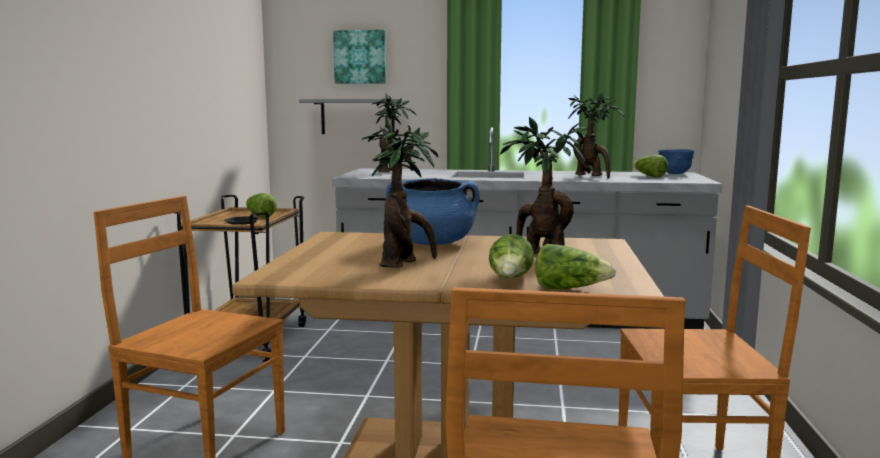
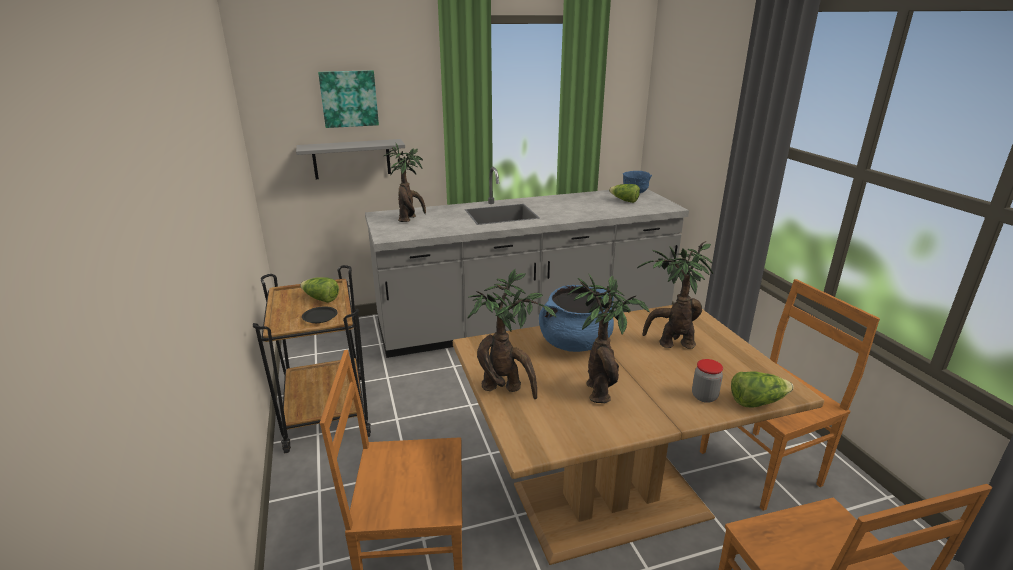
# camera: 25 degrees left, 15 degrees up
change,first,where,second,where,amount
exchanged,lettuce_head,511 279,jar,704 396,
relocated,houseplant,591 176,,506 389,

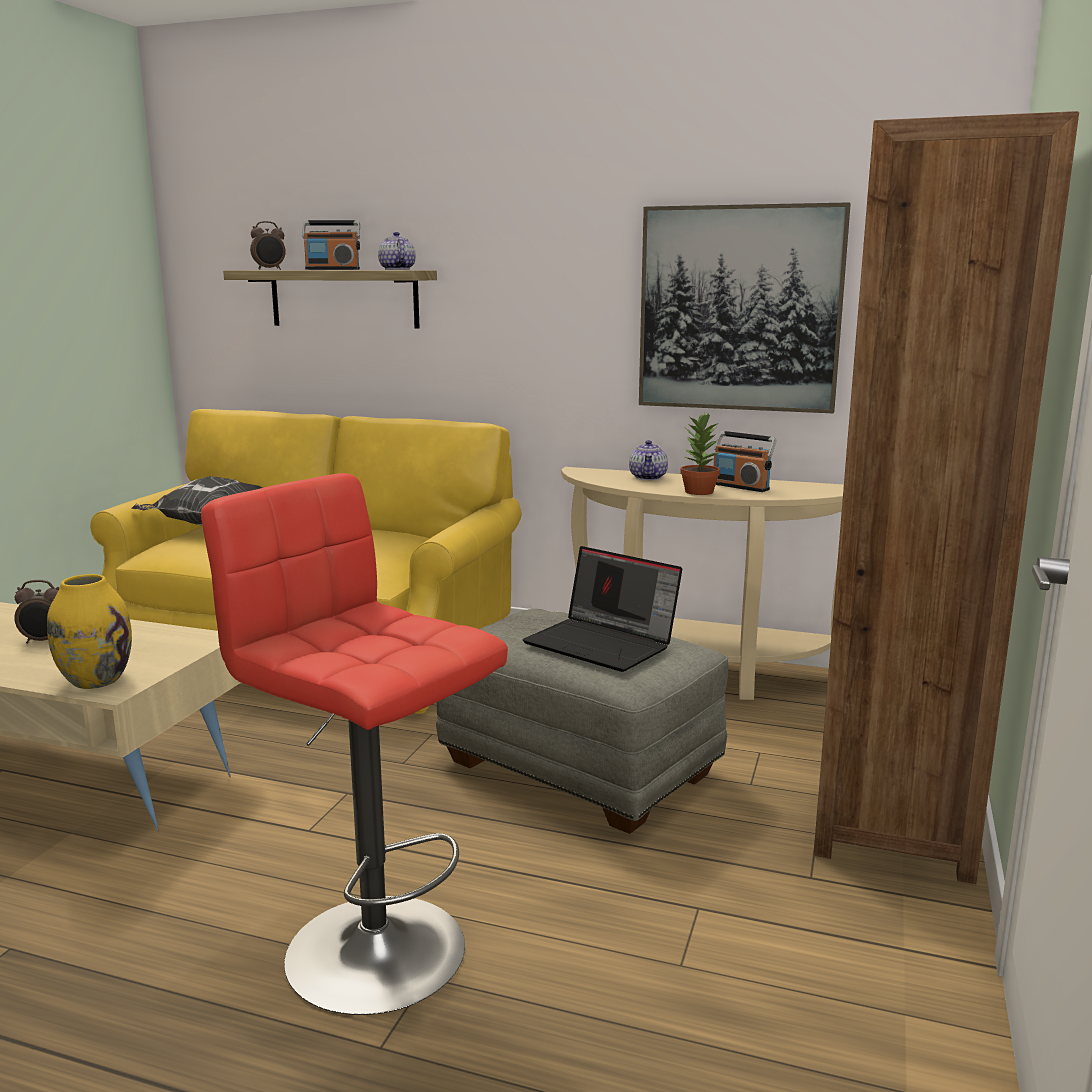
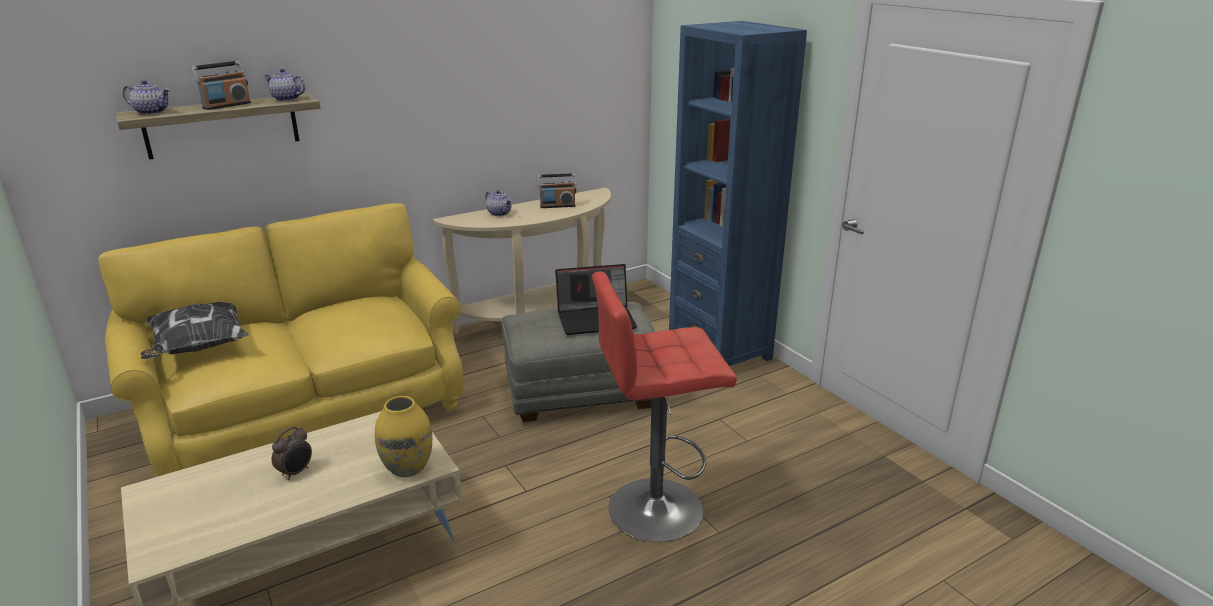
# camera: 50 degrees left, 10 degrees up
change,first,where,second,where,amount
exchanged,table_clock,269 269,tea_pot,152 112,
missing,wall_art,739 309,,,
missing,houseplant,698 492,,,
colour,brown-coloured_bookcase,893 823,bluish_bookcase,719 351,

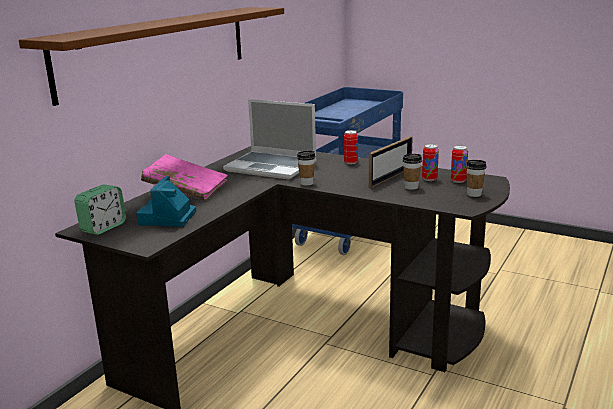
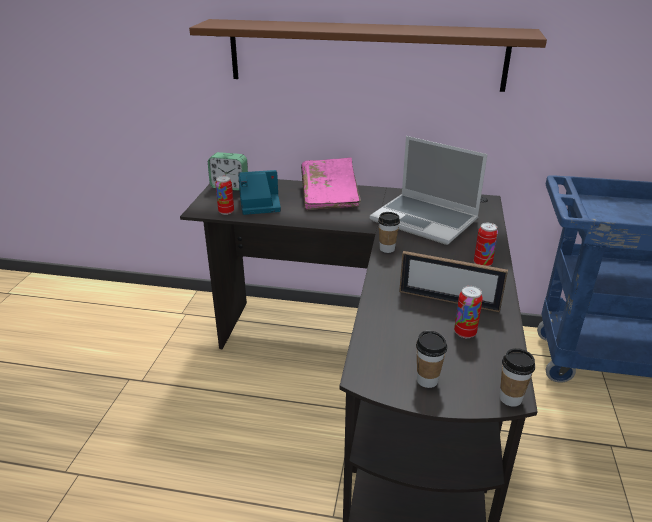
# camera: 70 degrees right, 10 degrees up
change,first,where,second,where,amount
spun,notebook_computer,272 167,,425 220,60 degrees counterclockwise
relocated,drinking_cup,411 187,,510 398,
relocated,can,458 181,,226 212,

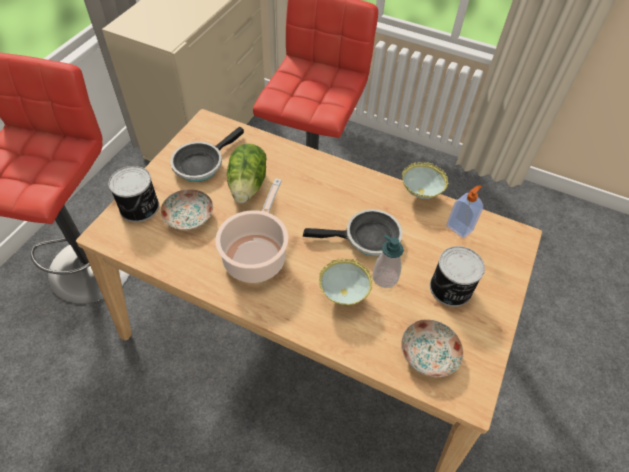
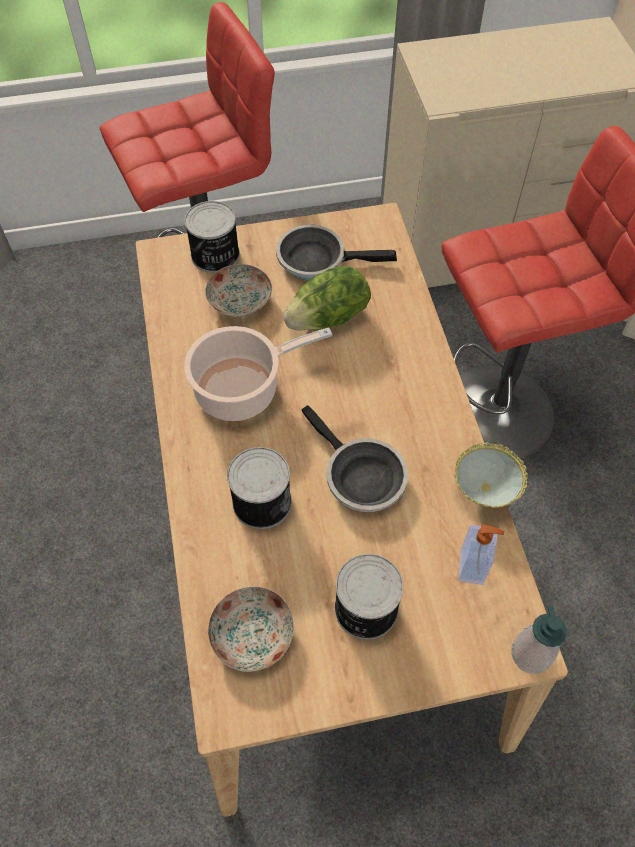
# camera: 55 degrees right, 5 degrees up
change,first,where,second,where,amount
exchanged,bowl,343 295,can,260 501,
relocated,soap_bottle,385 277,,531 654,

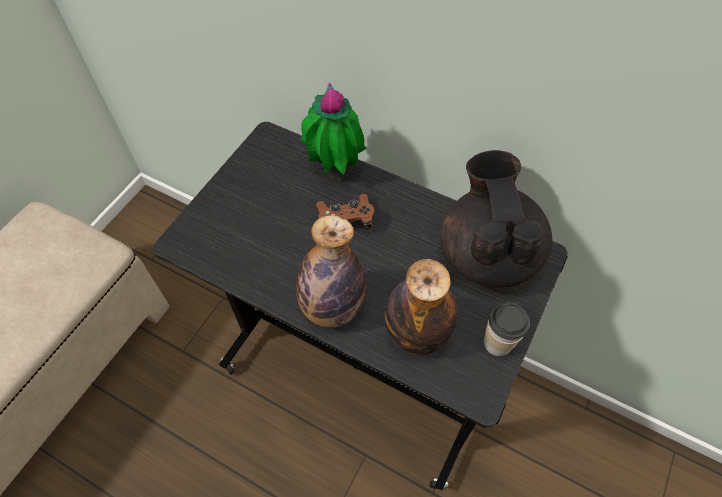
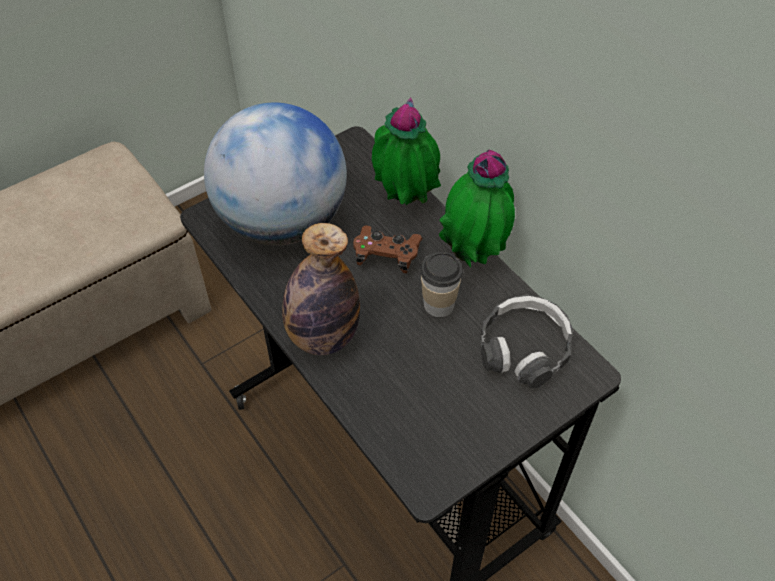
# camera: 25 degrees right, 5 degrees down
change,first,where,second,where,amount
missing,bottle,417 333,,,
exchanged,black_tea_pot,488 253,headphones,524 347,
relocated,drinking_cup,497 343,,438 305,
appeared,,,desk_globe,282 222,
appeared,,,houseplant,474 256,

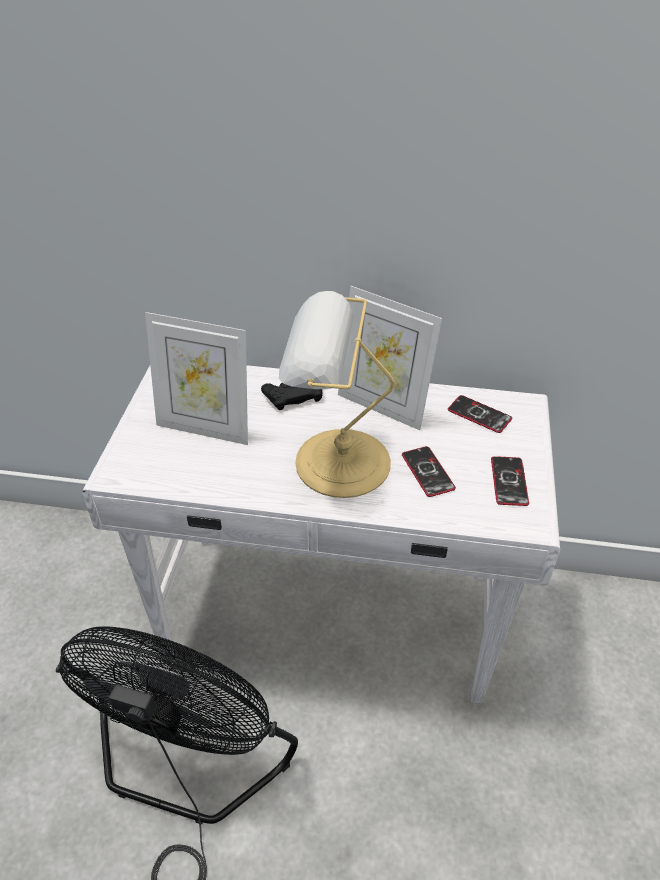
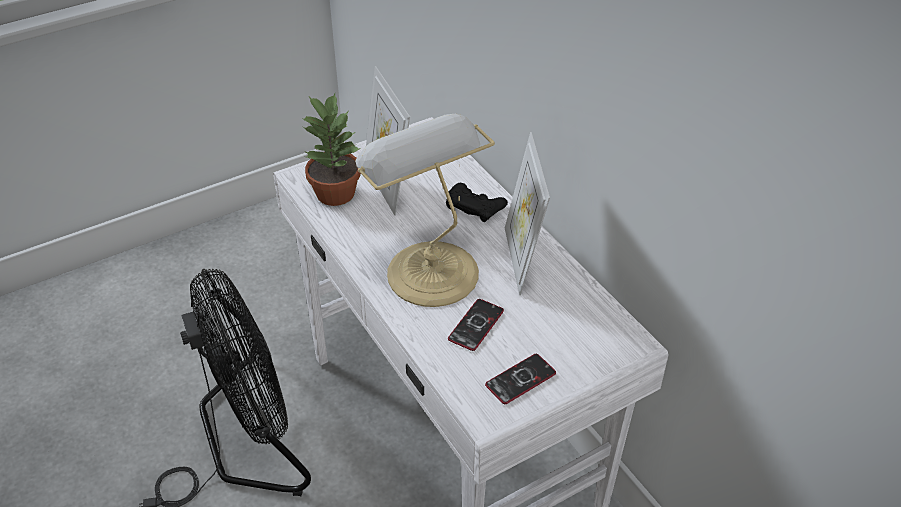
# camera: 50 degrees right, 0 degrees up
change,first,where,second,where,amount
missing,phone,479 415,,,
appeared,,,houseplant,335 192,

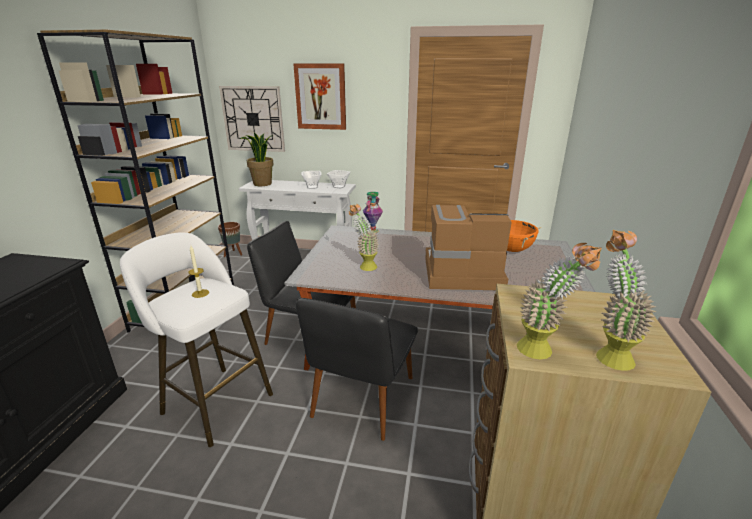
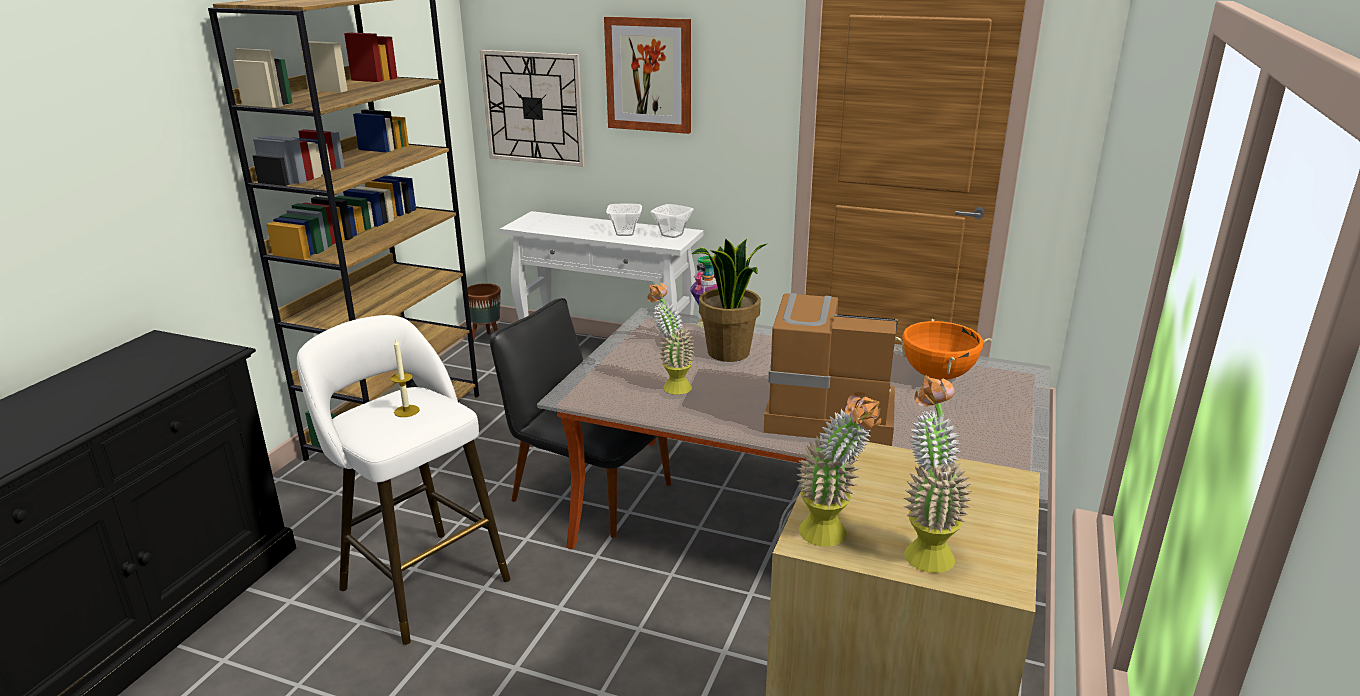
# camera: 10 degrees right, 0 degrees up
change,first,where,second,where,amount
relocated,houseplant,262 184,,729 353,
missing,black_chair,363 396,,,

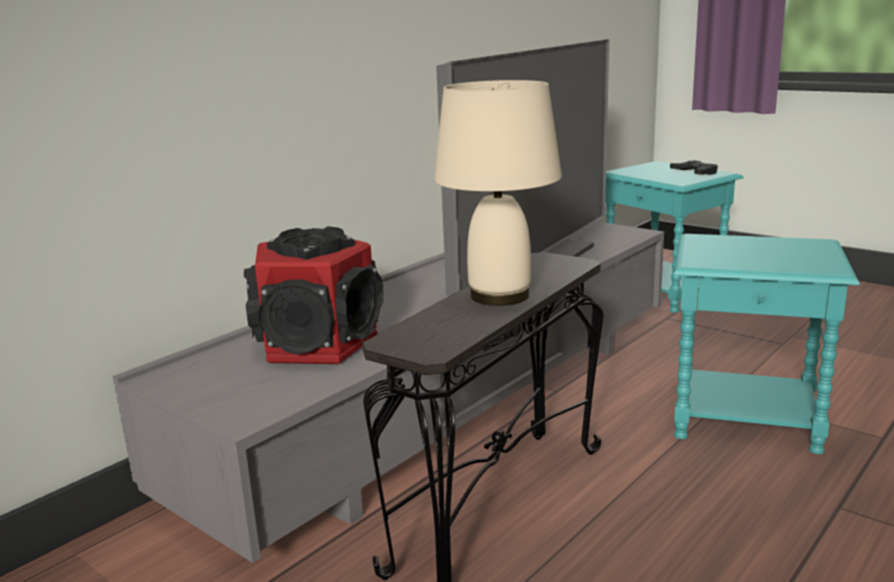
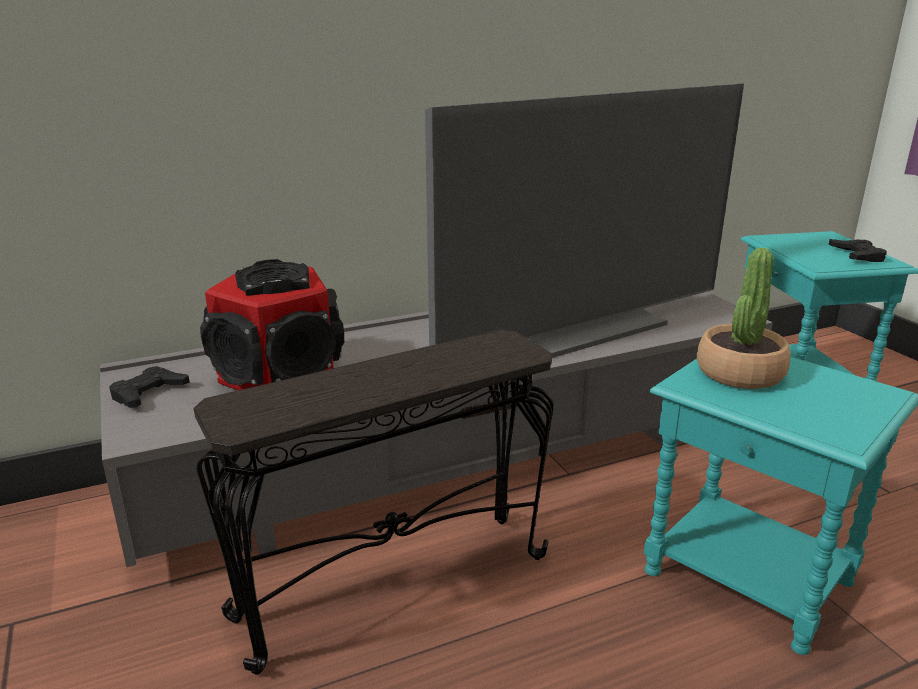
# camera: 25 degrees right, 5 degrees up
change,first,where,second,where,amount
missing,sand-coloured_tabletop_lamp,499 295,,,
appeared,,,black_joypad,148 393,
appeared,,,houseplant,739 373,

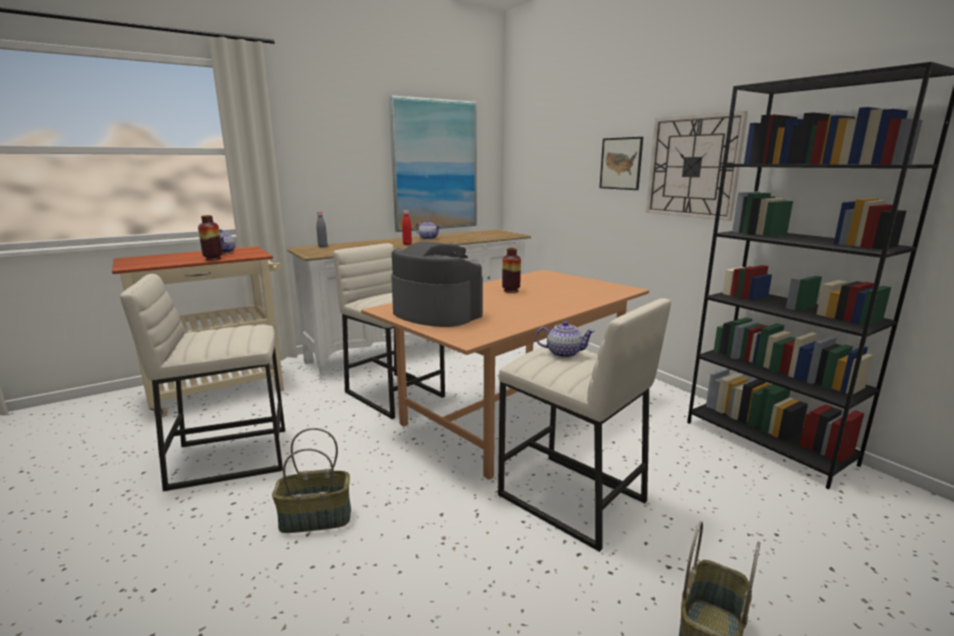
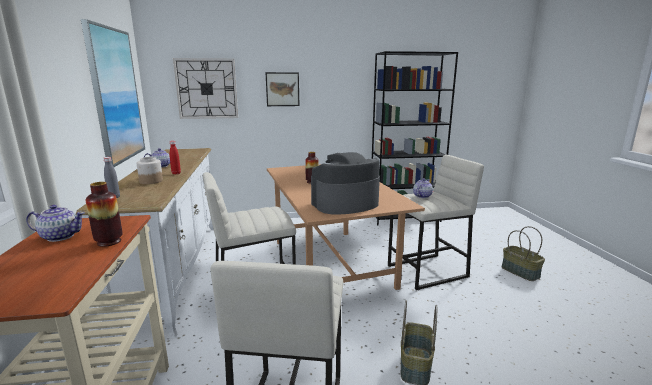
# camera: 65 degrees left, 0 degrees up
change,first,where,second,where,amount
relocated,clock_on_the_wall,693 167,,207 89,
appeared,,,jar,151 181,

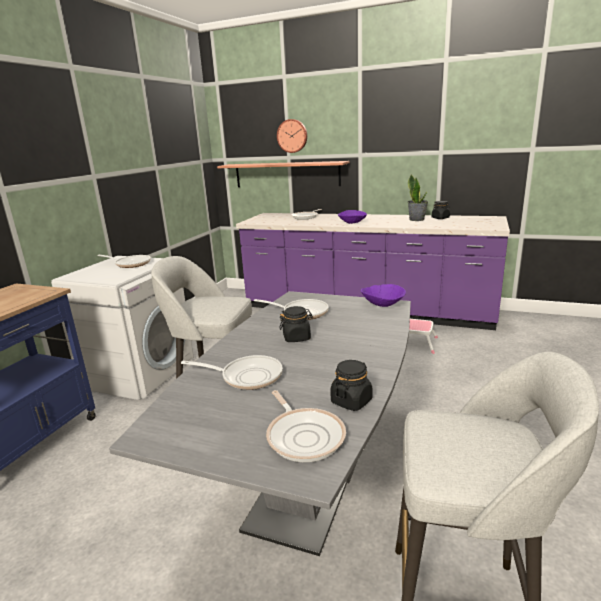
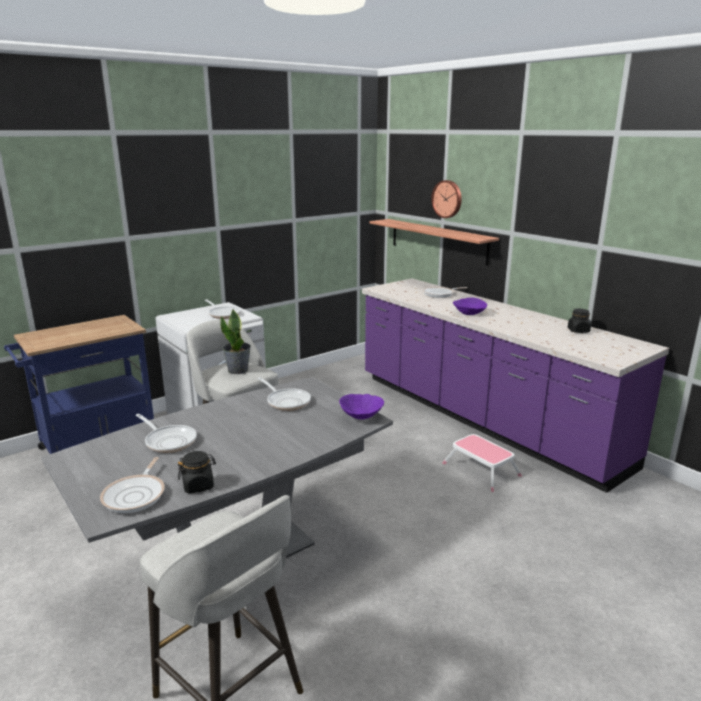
# camera: 30 degrees right, 0 degrees up
change,first,where,second,where,amount
missing,black_jar,297 337,,,
relocated,houseplant,417 219,,238 370,

